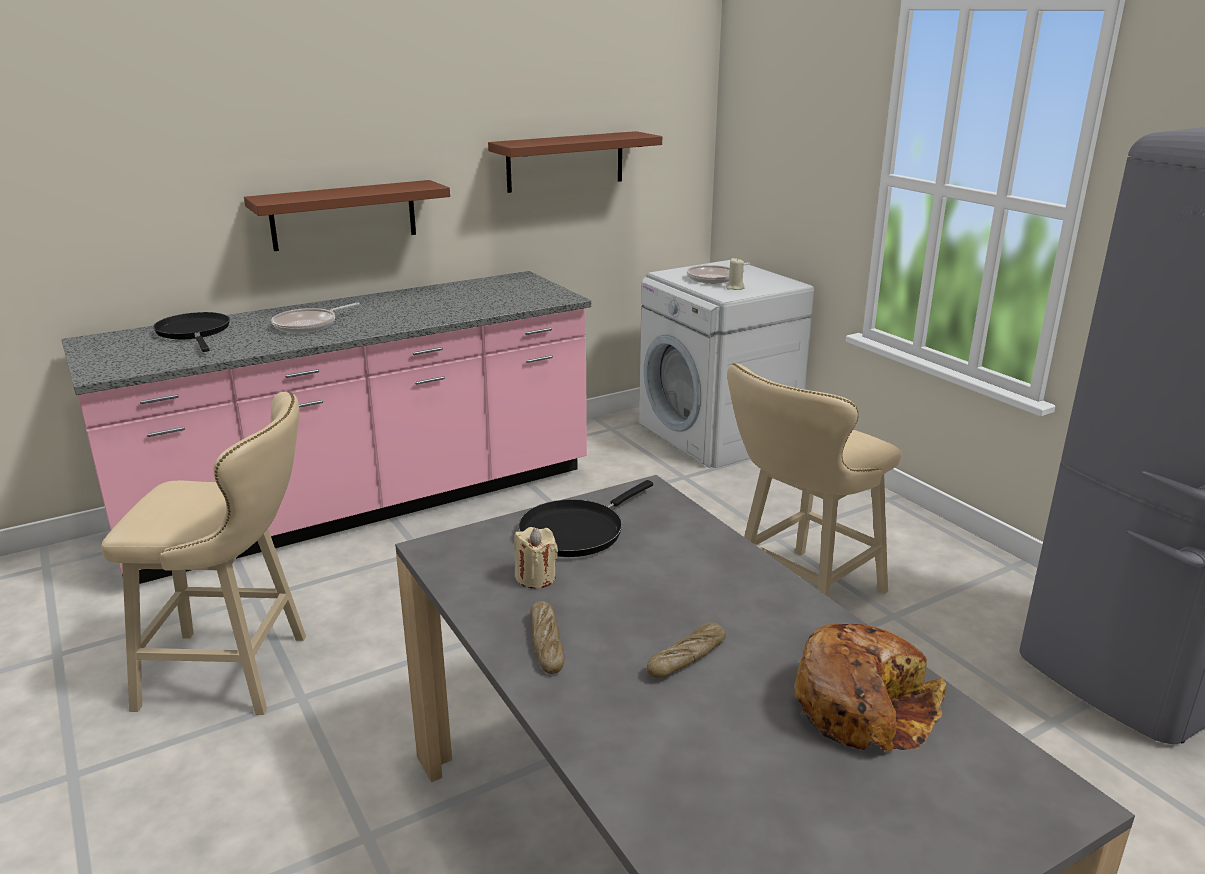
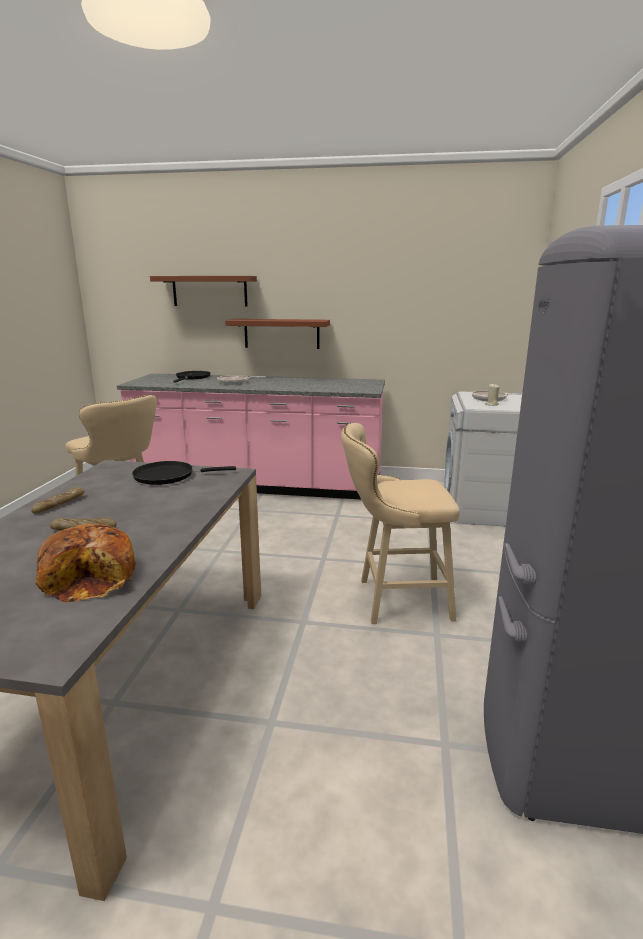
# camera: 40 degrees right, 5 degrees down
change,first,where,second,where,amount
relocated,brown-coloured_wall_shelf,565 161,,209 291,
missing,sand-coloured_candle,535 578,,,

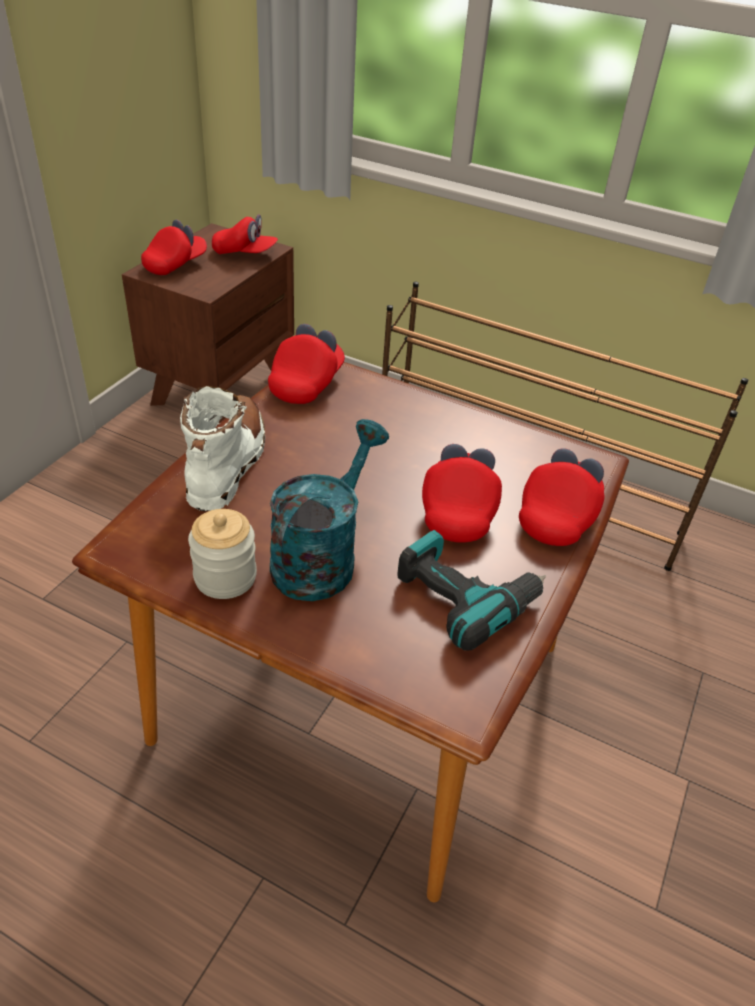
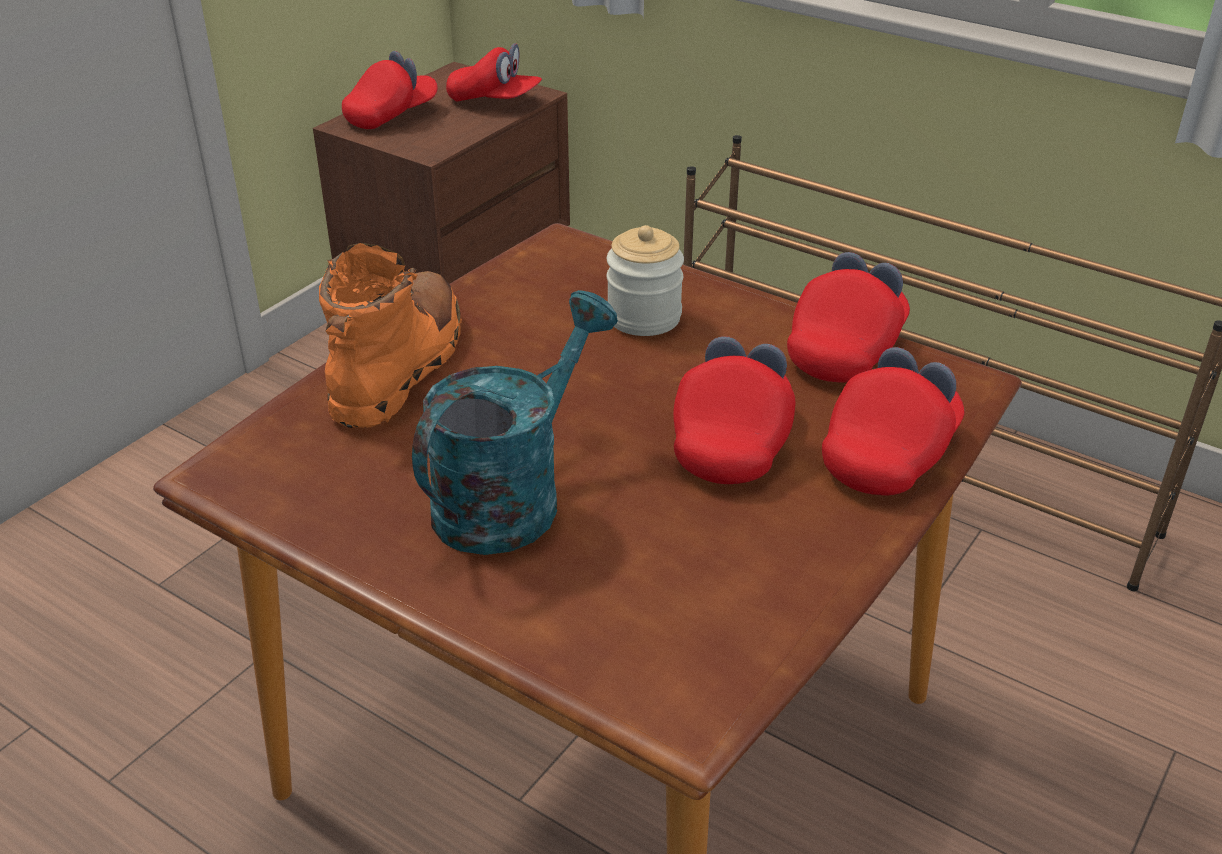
# camera: 10 degrees right, 5 degrees down
change,first,where,second,where,amount
colour,white_tall_boot,227 463,orange-coloured_tall_boot,399 366,
relocated,jar,225 577,,644 317,
relocated,reddish_peaked_cap,307 383,,846 349,
missing,electric_drill,465 596,,,

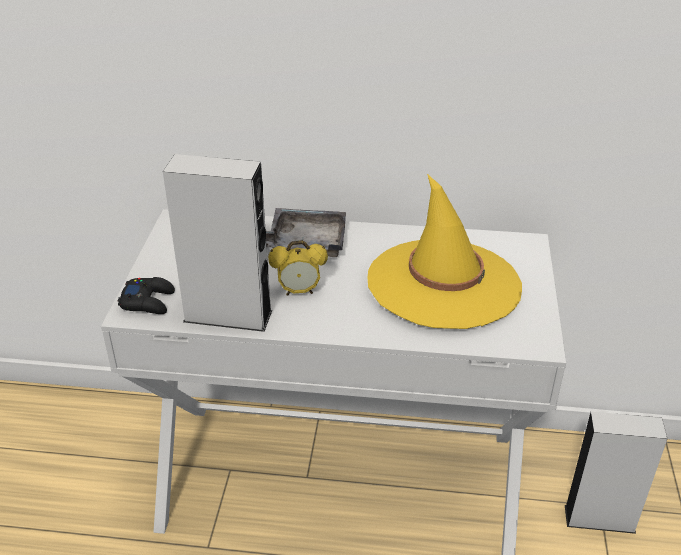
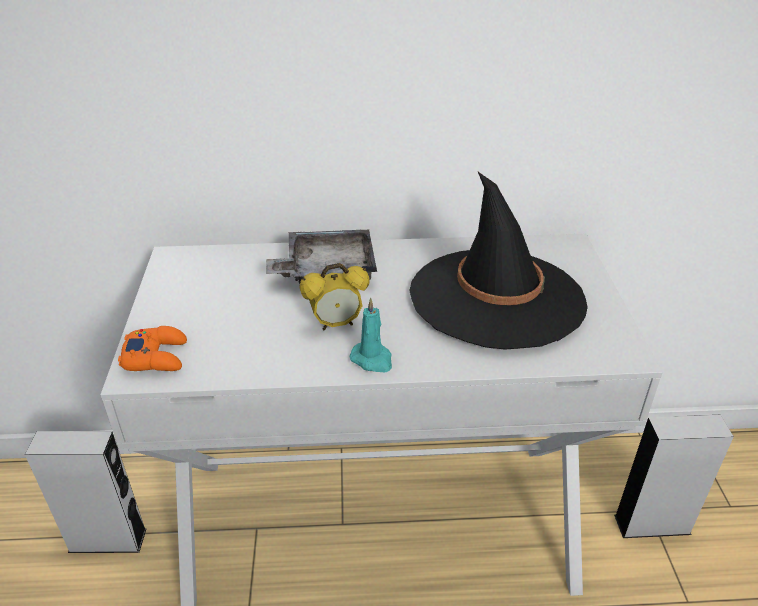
# camera: 10 degrees left, 0 degrees up
change,first,where,second,where,amount
colour,black_joypad,148 301,orange-coloured_joypad,156 356,
relocated,gray_loudspeaker,228 316,,108 540,
colour,yellow-coloured_wearable_hat,443 283,black_wearable_hat,496 297,
appeared,,,turquoise_candle,372 359,

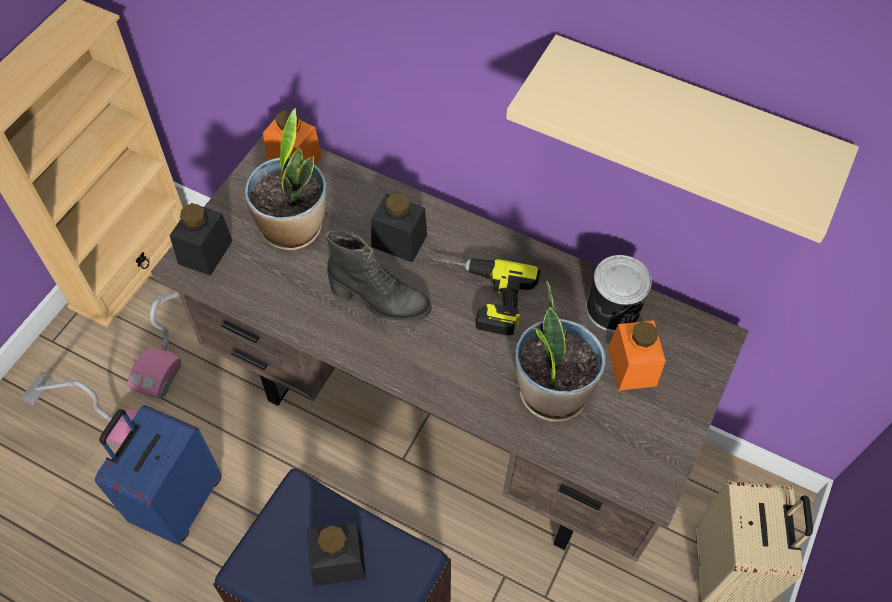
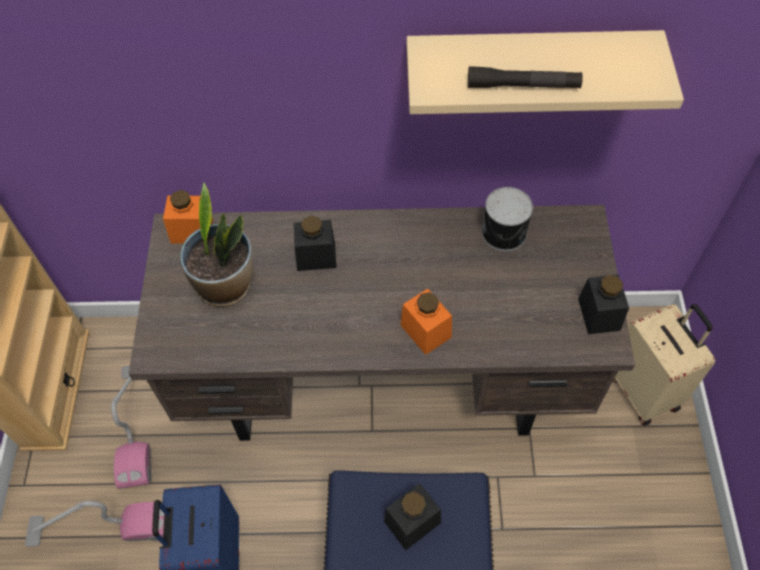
# camera: 25 degrees left, 0 degrees up
change,first,where,second,where,amount
relocated,black_jar,205 252,,599 314,
missing,black_tall_boot,379 301,,,
missing,electric_drill,479 296,,,
missing,houseplant,551 392,,,
relocated,orange-coloured_jar,631 366,,425 331,
appeared,,,black_torch,523 86,

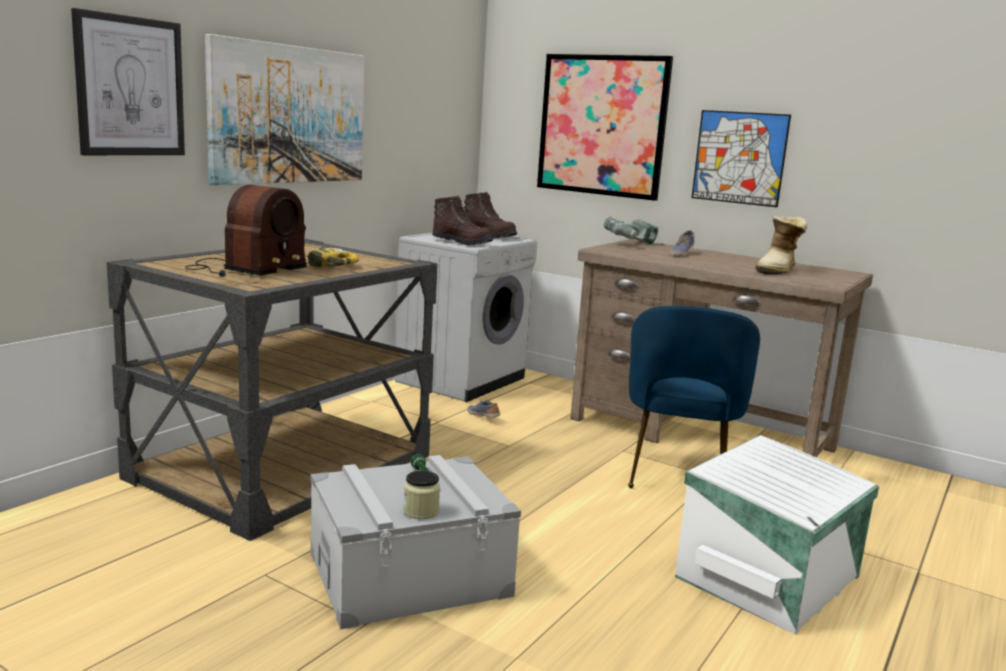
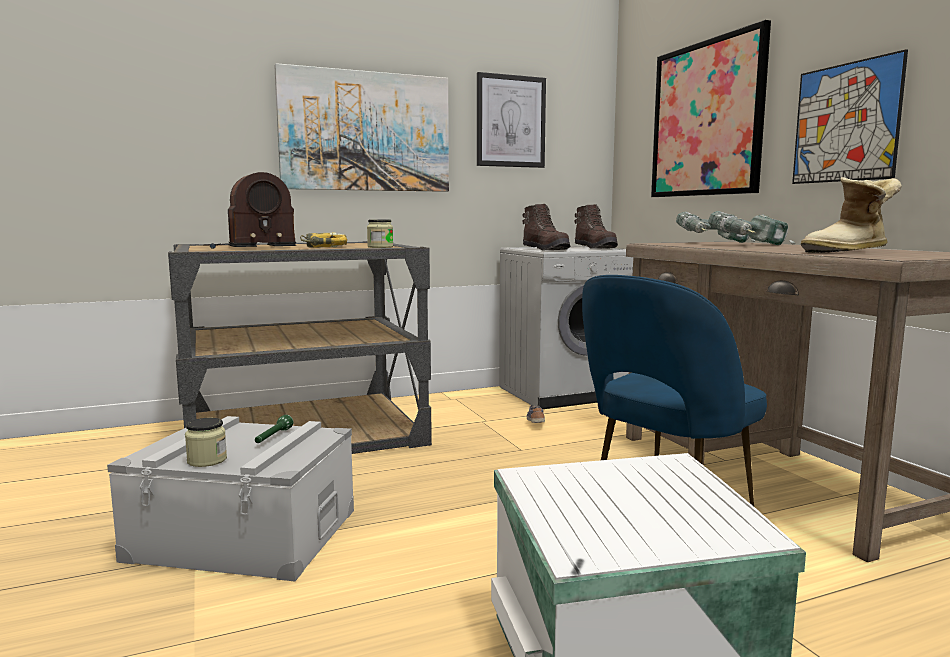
# camera: 35 degrees right, 5 degrees down
change,first,where,second,where,amount
relocated,wall_art,130 86,,510 121,
exchanged,shoe,681 253,electric_drill,752 245,
appeared,,,jar,380 247,

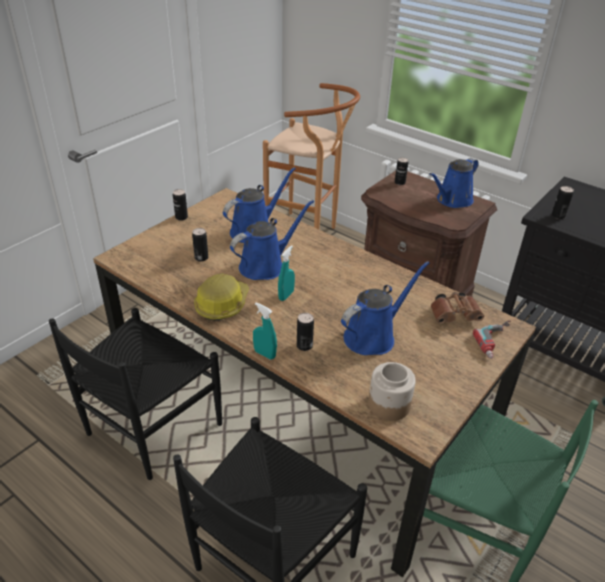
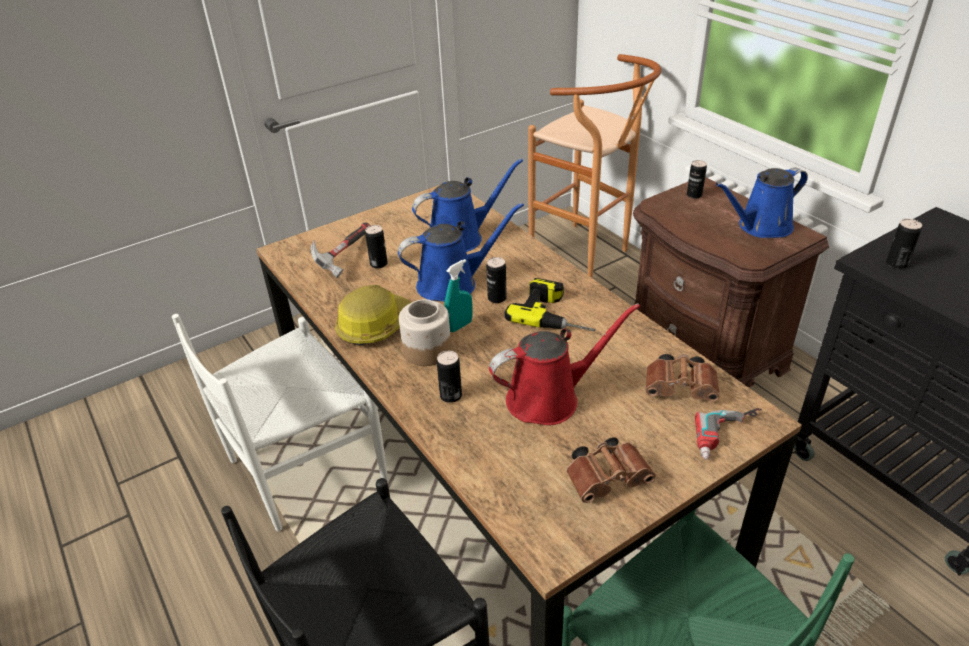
# camera: 20 degrees right, 0 degrees up
change,first,where,second,where,amount
colour,black_chair,151 428,white_chair,304 468,
relocated,can,181 217,,497 298,
missing,turquoise_spray_bottle,264 354,,,
colour,bluish_sprinkling_can,373 336,reddish_sprinkling_can,549 398,
relocated,jar,388 405,,426 350,
appeared,,,hand_hammer,345 256,
appeared,,,electric_drill,556 314,
appeared,,,brown-coloured_pair_of_binoculars,609 479,

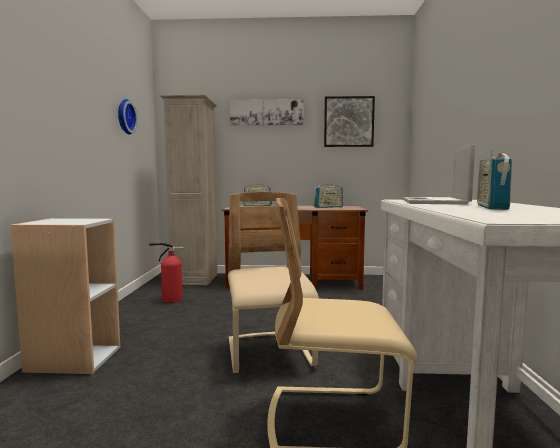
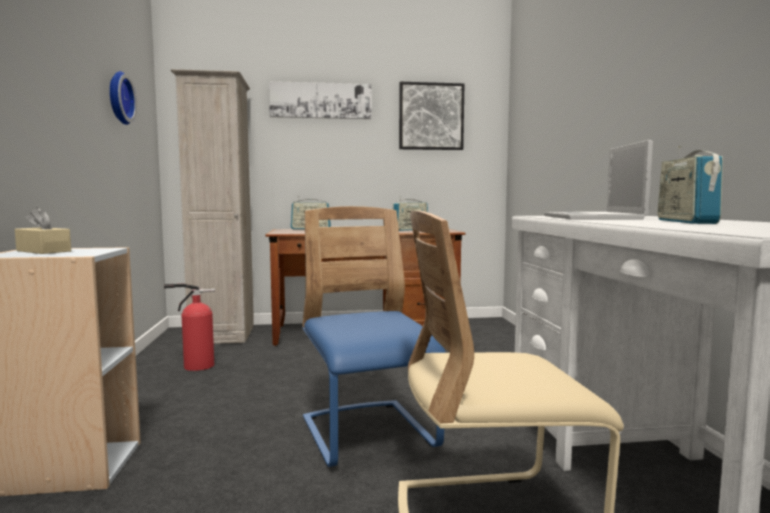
# camera: 10 degrees left, 0 degrees up
change,first,where,second,where,amount
colour,sand-coloured_chair,269 354,bluish_chair,368 435,
appeared,,,sand-coloured_box_of_tissues,43 251,

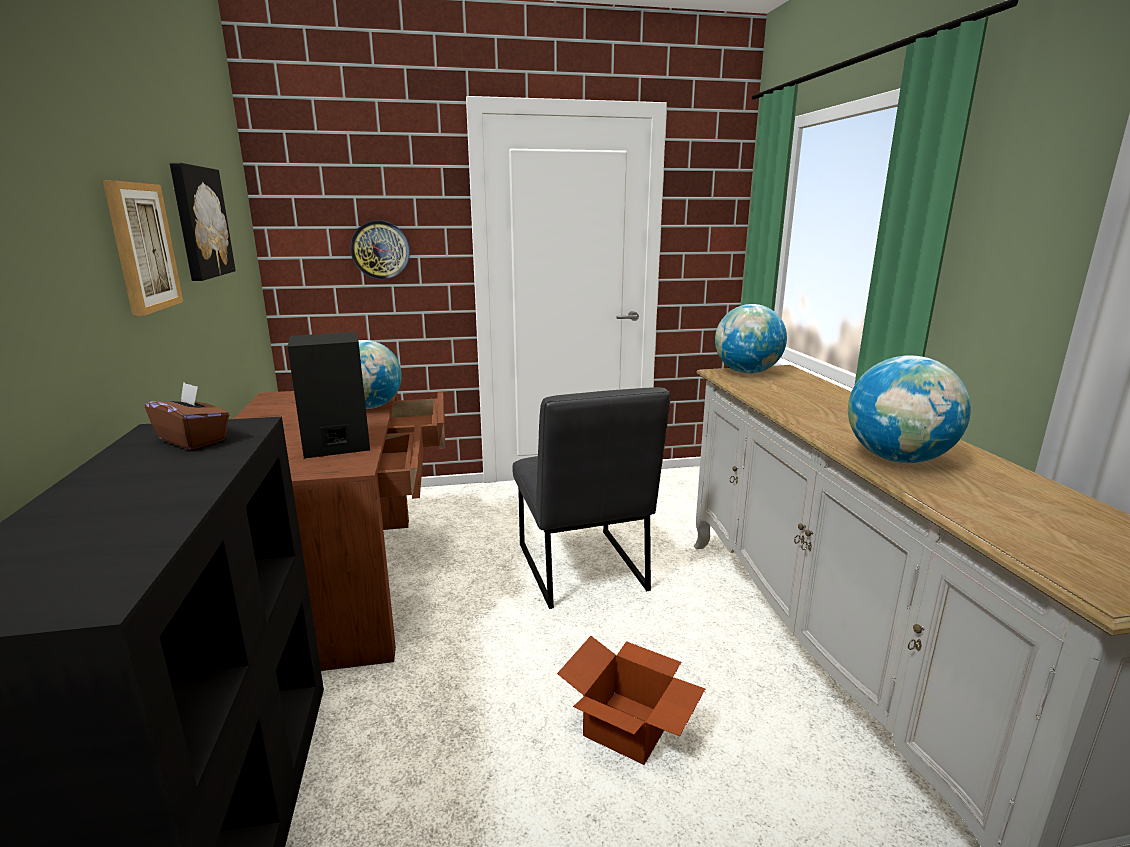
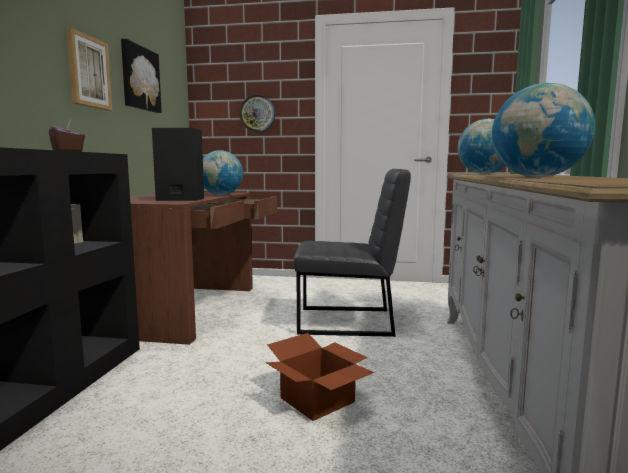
# camera: 20 degrees right, 10 degrees down
change,first,where,second,where,amount
spun,gray_chair,581 569,,349 322,90 degrees counterclockwise

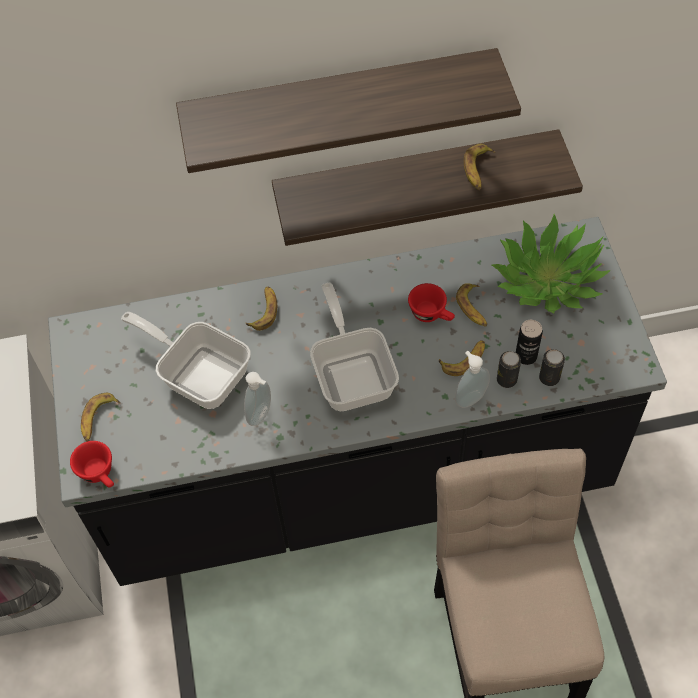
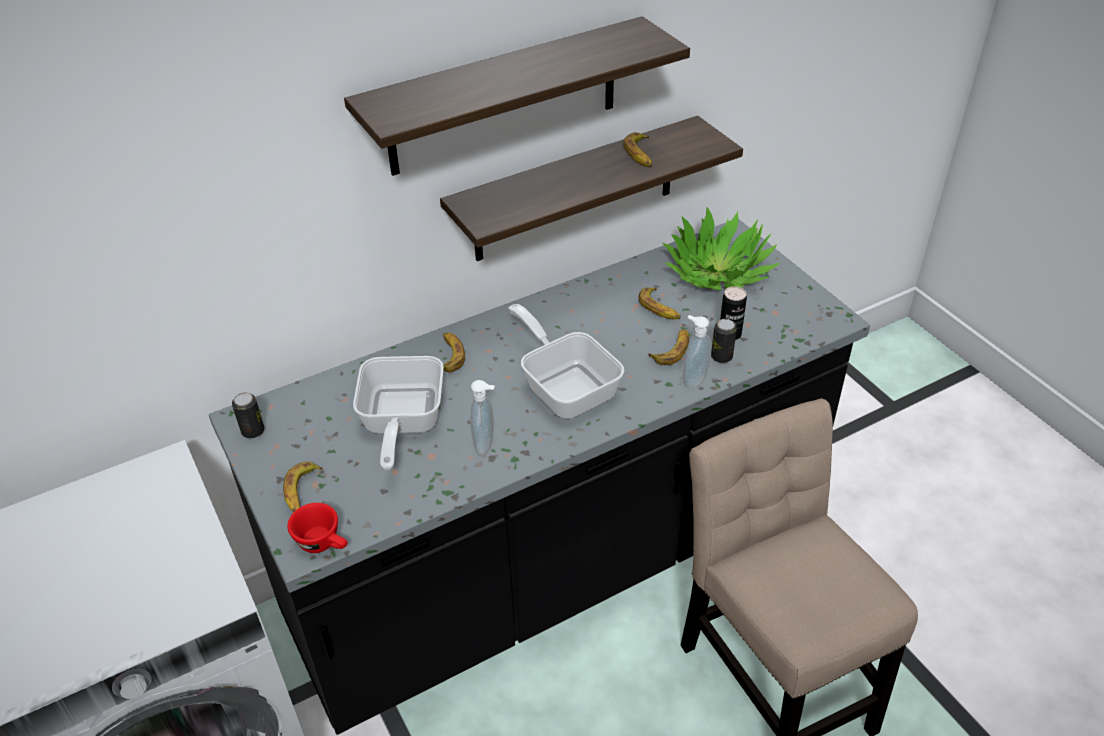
# camera: 20 degrees left, 15 degrees down
change,first,where,second,where,amount
spun,frying_pan,199 372,,400 423,105 degrees counterclockwise
missing,reddish_drinking_cup,432 314,,,
relocated,can,549 378,,253 431,

